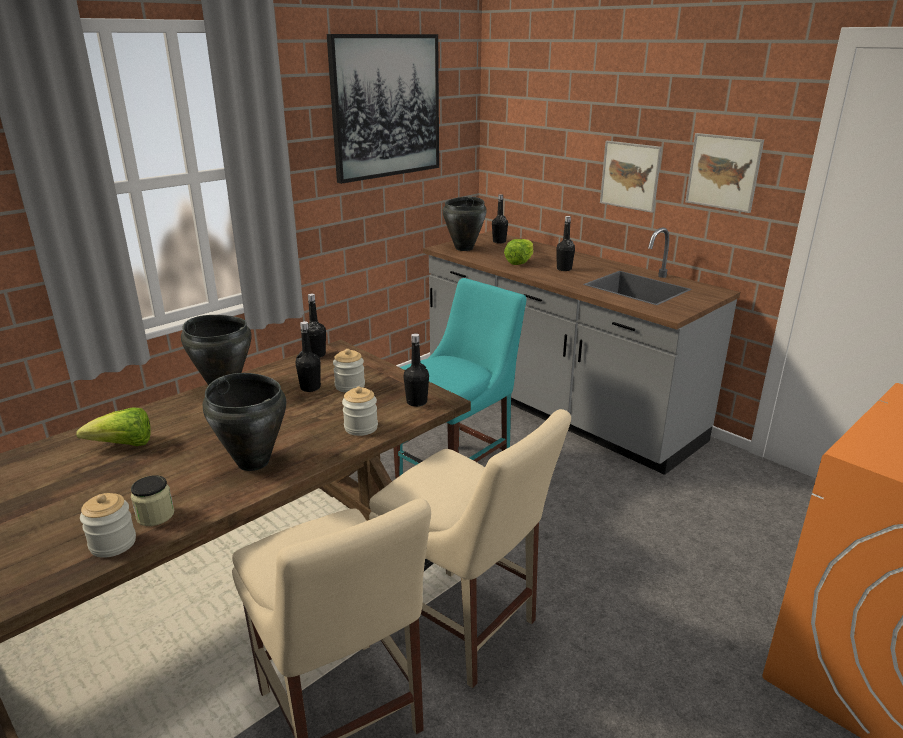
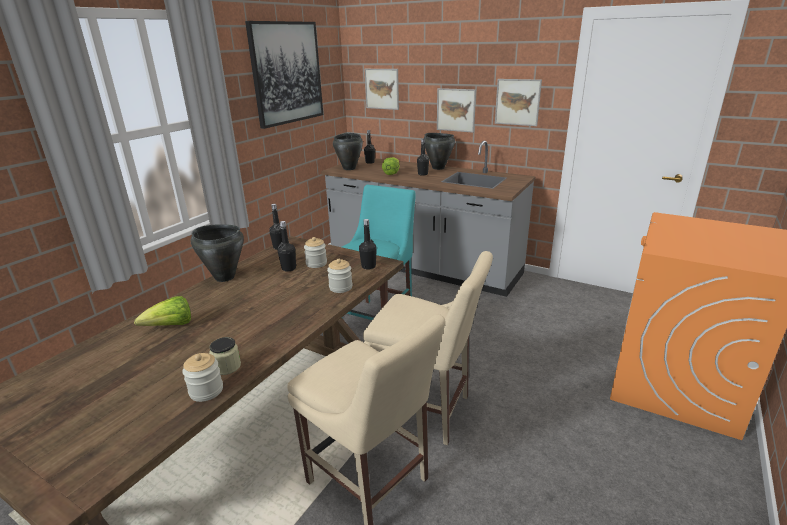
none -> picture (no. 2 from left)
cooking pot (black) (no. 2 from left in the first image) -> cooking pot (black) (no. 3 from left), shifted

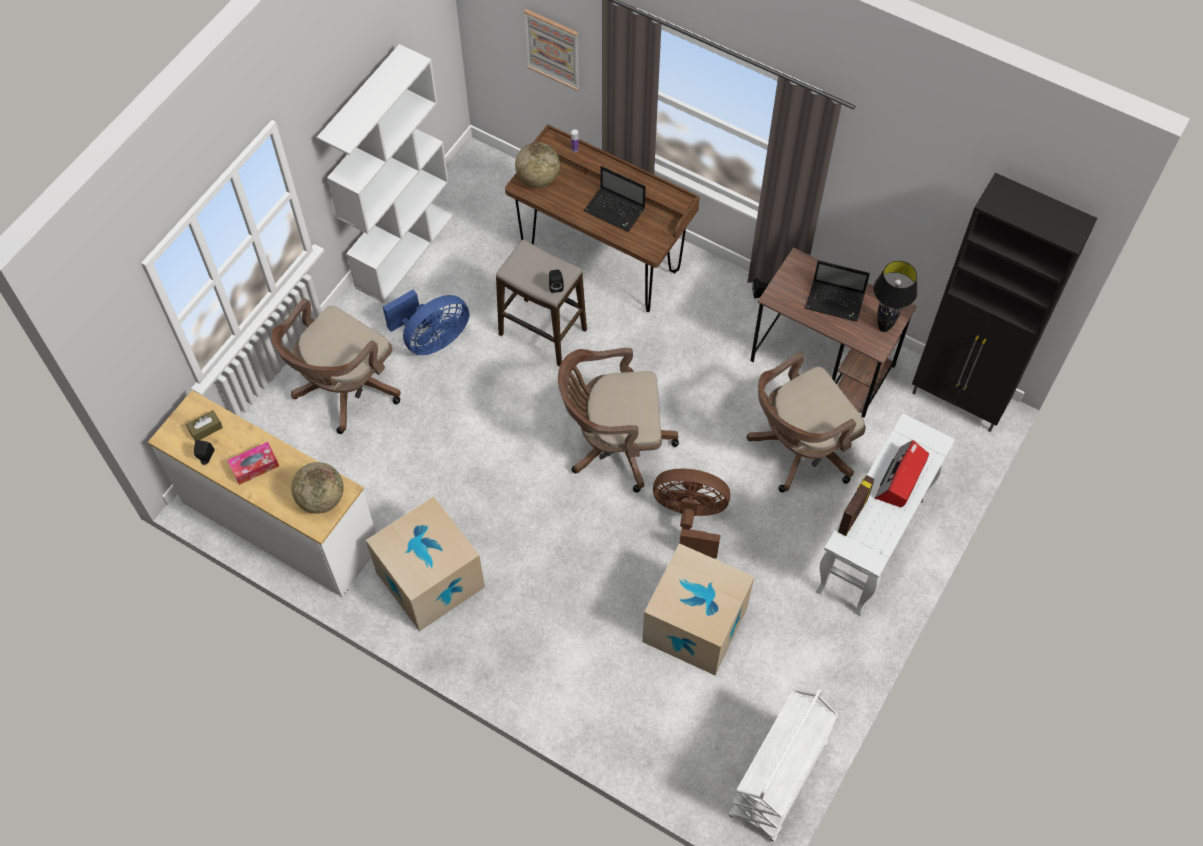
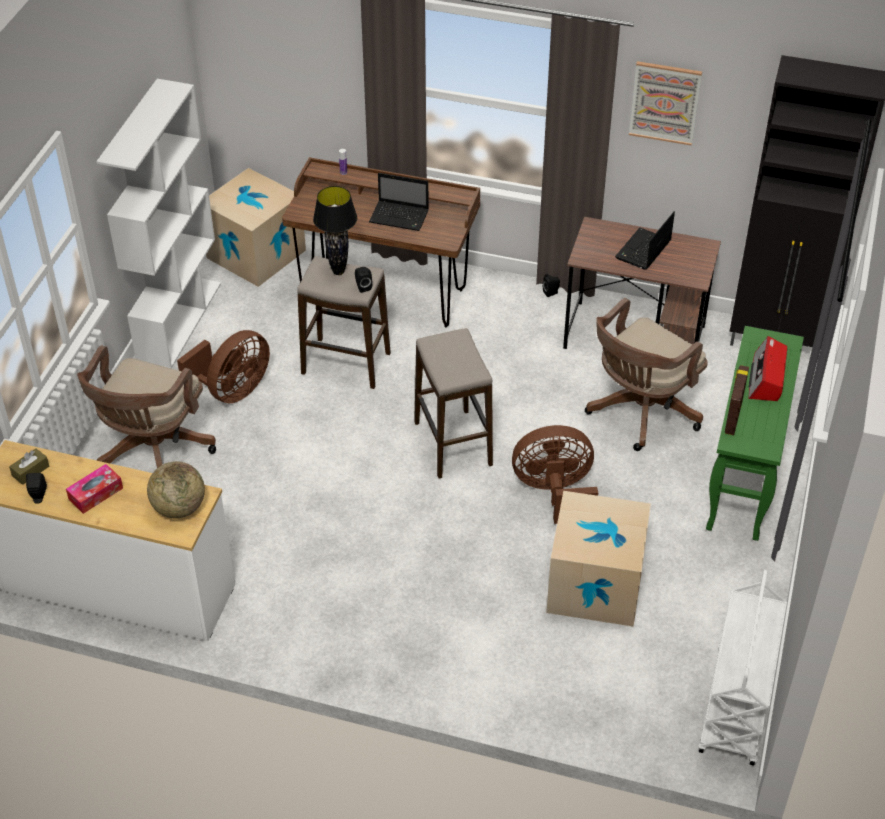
fan (blue) -> fan (brown) (no. 1 from left)
cardboard box (no. 1 from left), shifted
table lamp (black), shifted
office chair (brown) (no. 2 from left) -> stool (no. 2 from left)
laptop (no. 2 from left), 120 degrees clockwise
picture, shifted
console table (white) -> console table (green)
globe (no. 2 from left) -> none

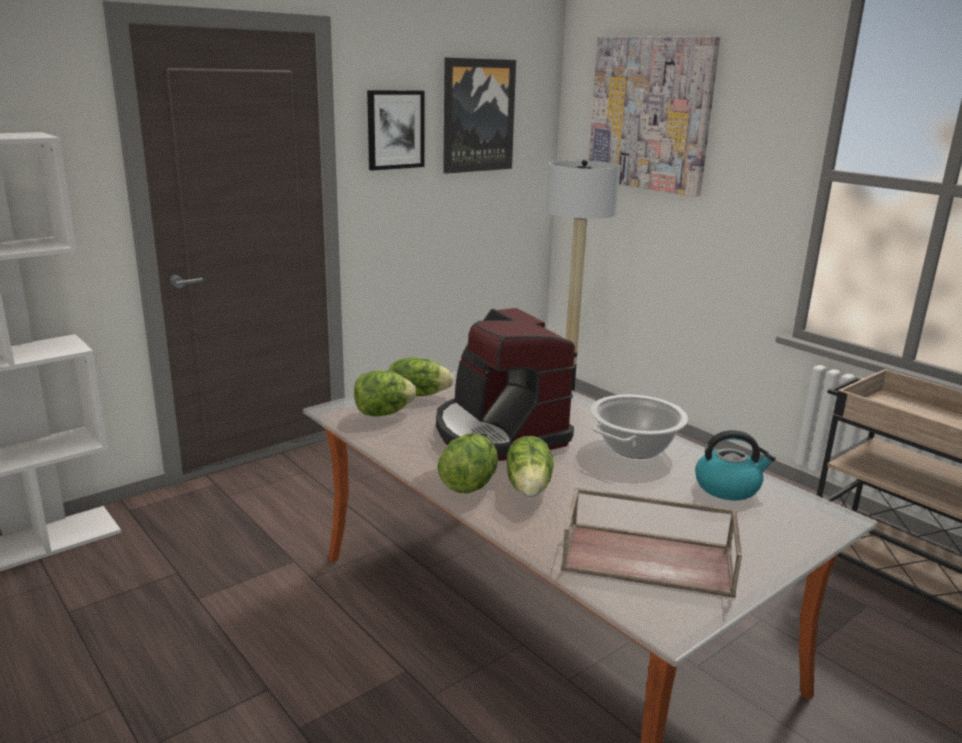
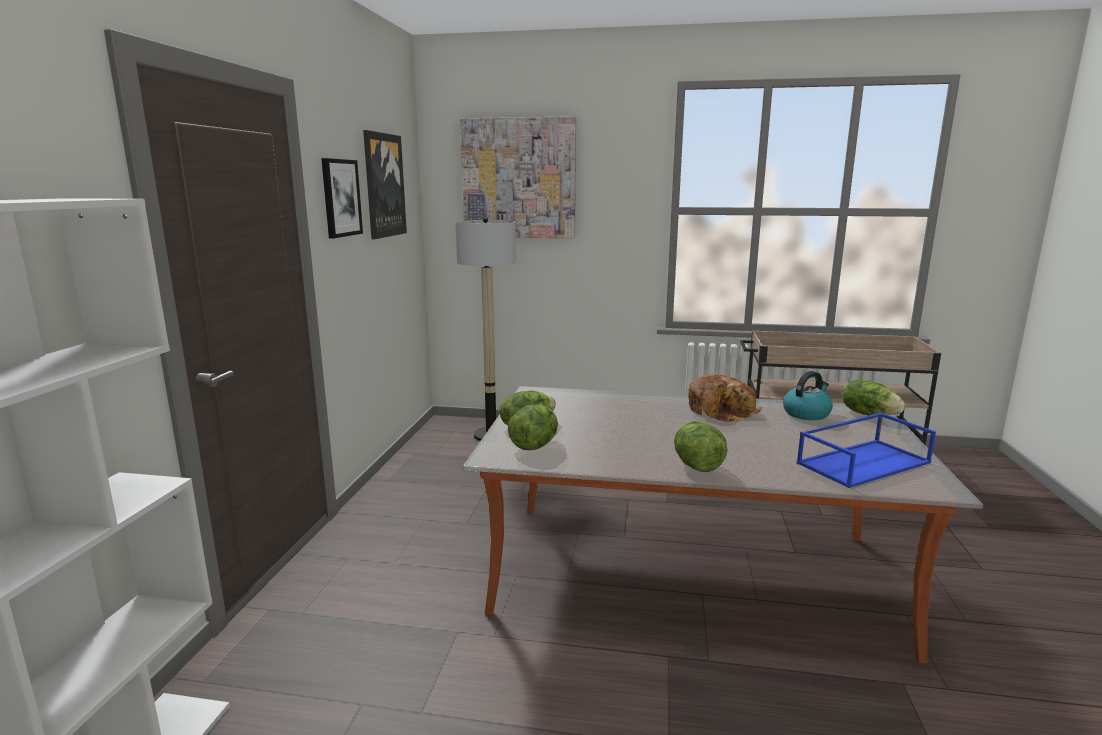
cooking pot -> bread
tray (brown) -> tray (blue)
lettuce (no. 4 from left), shifted
coffee machine -> none

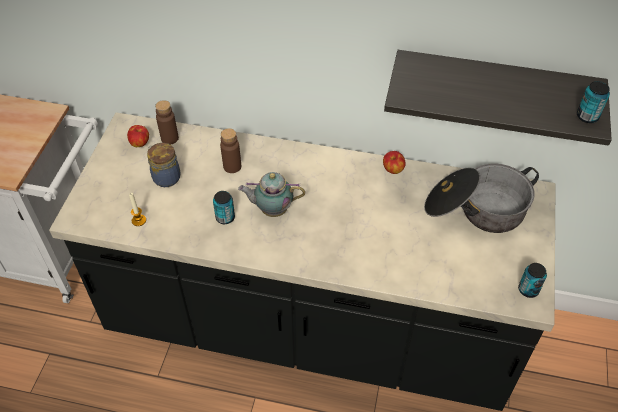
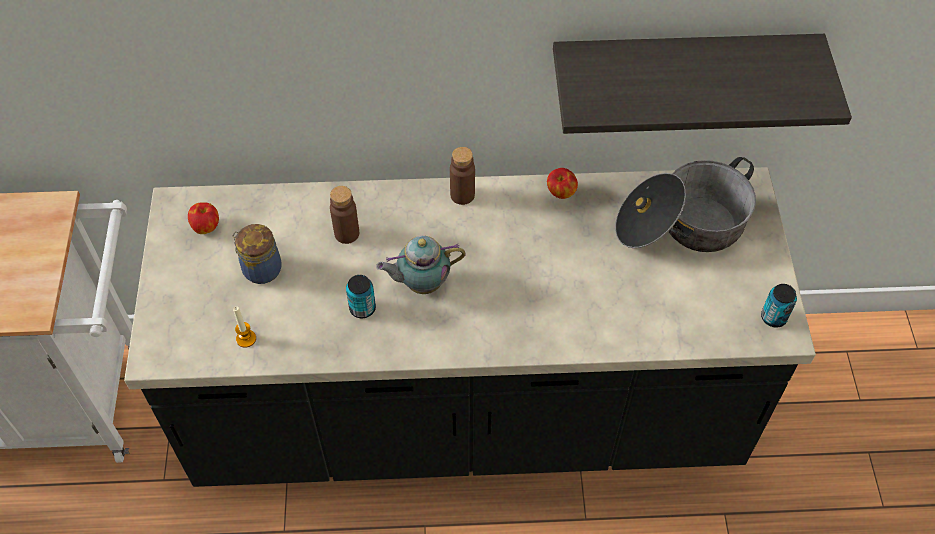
bottle (brown) (no. 1 from left in the first image) -> bottle (brown) (no. 2 from left), shifted
can (no. 3 from left) -> none

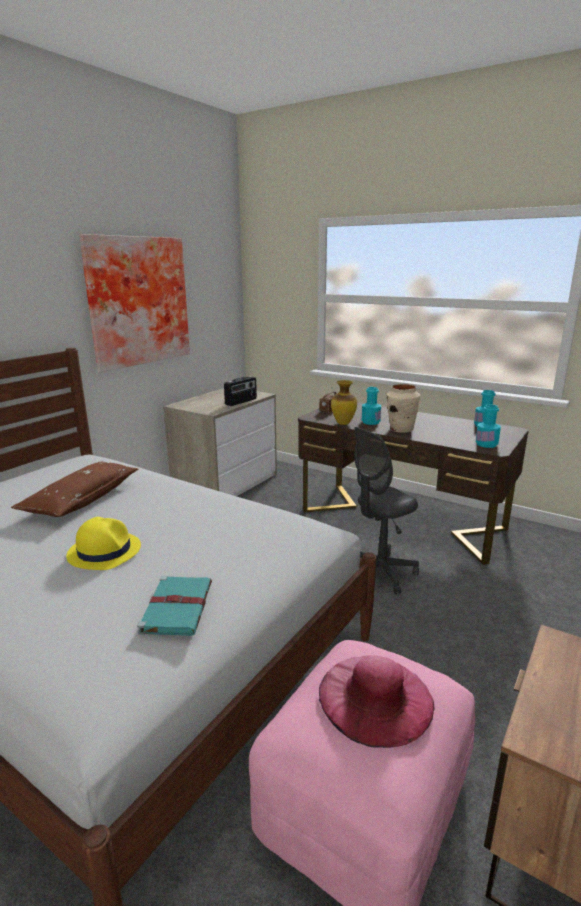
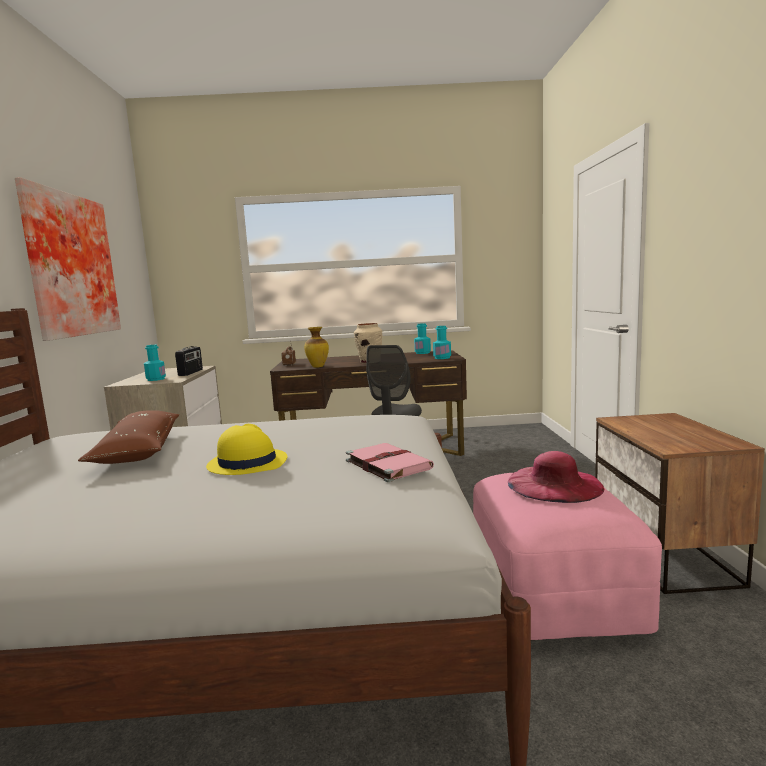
bottle (turquoise) (no. 1 from left), shifted
book (turquoise) -> book (pink)

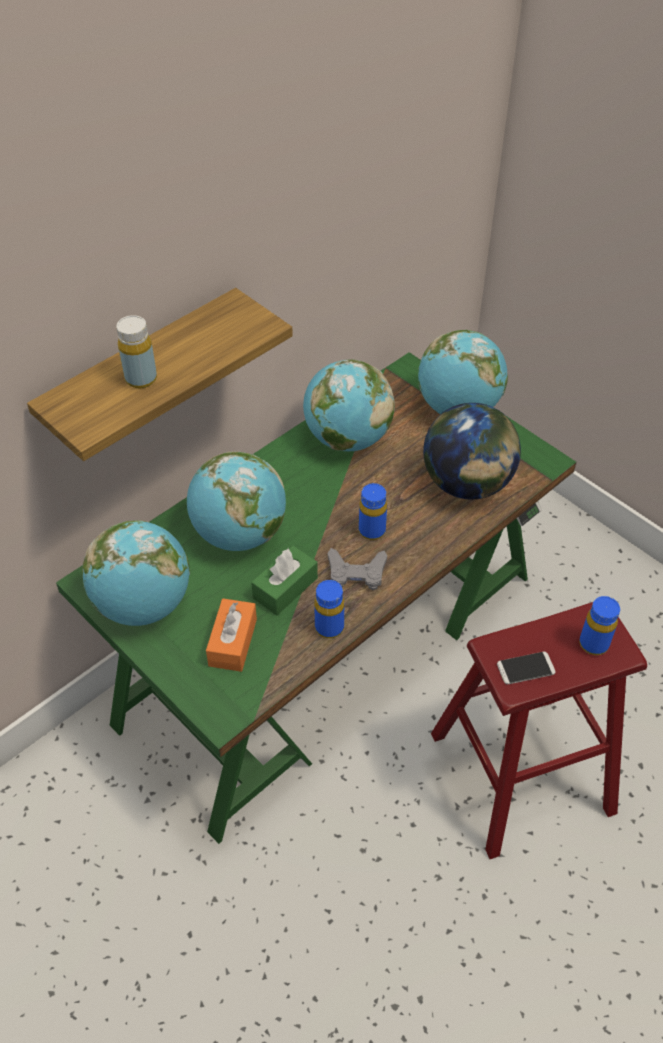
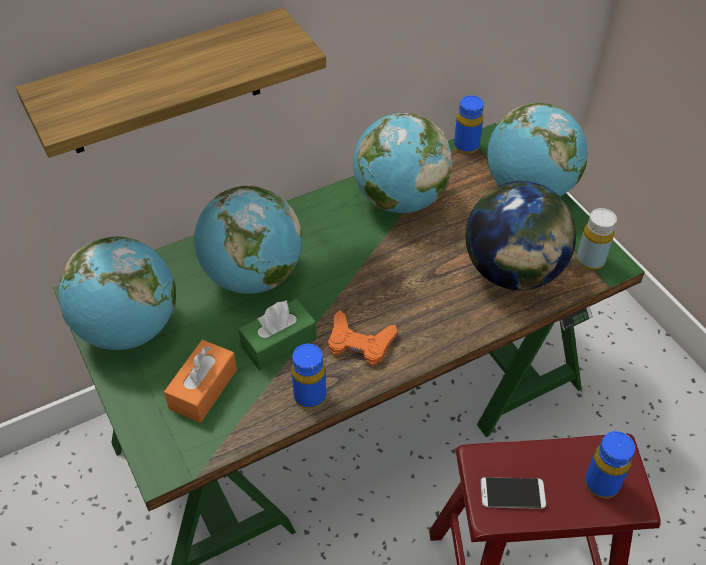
game controller (grey) -> game controller (orange)
bottle (blue) (no. 2 from left), shifted
bottle (yellow), shifted

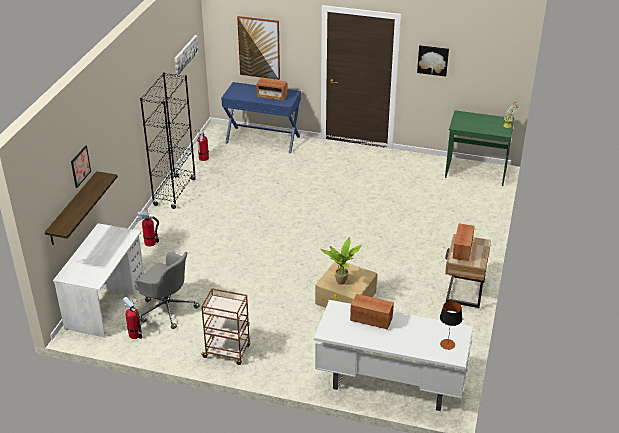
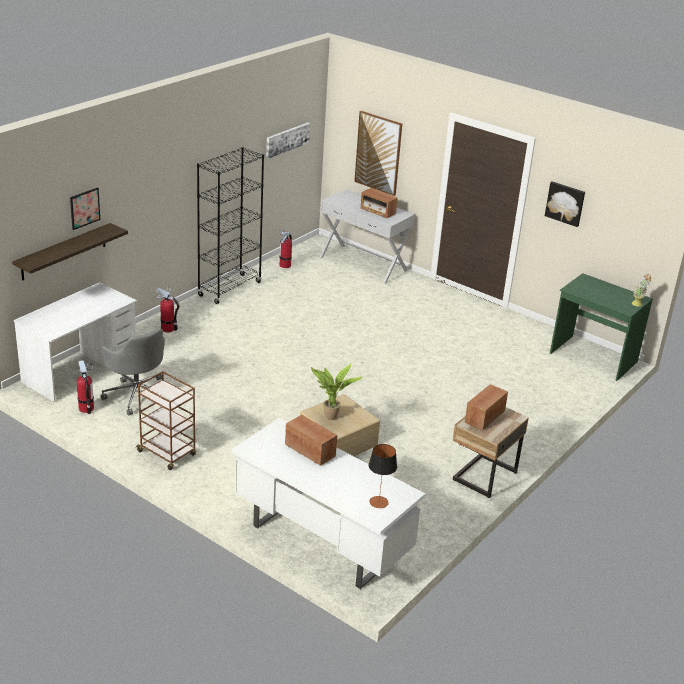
console table (blue) -> console table (white)

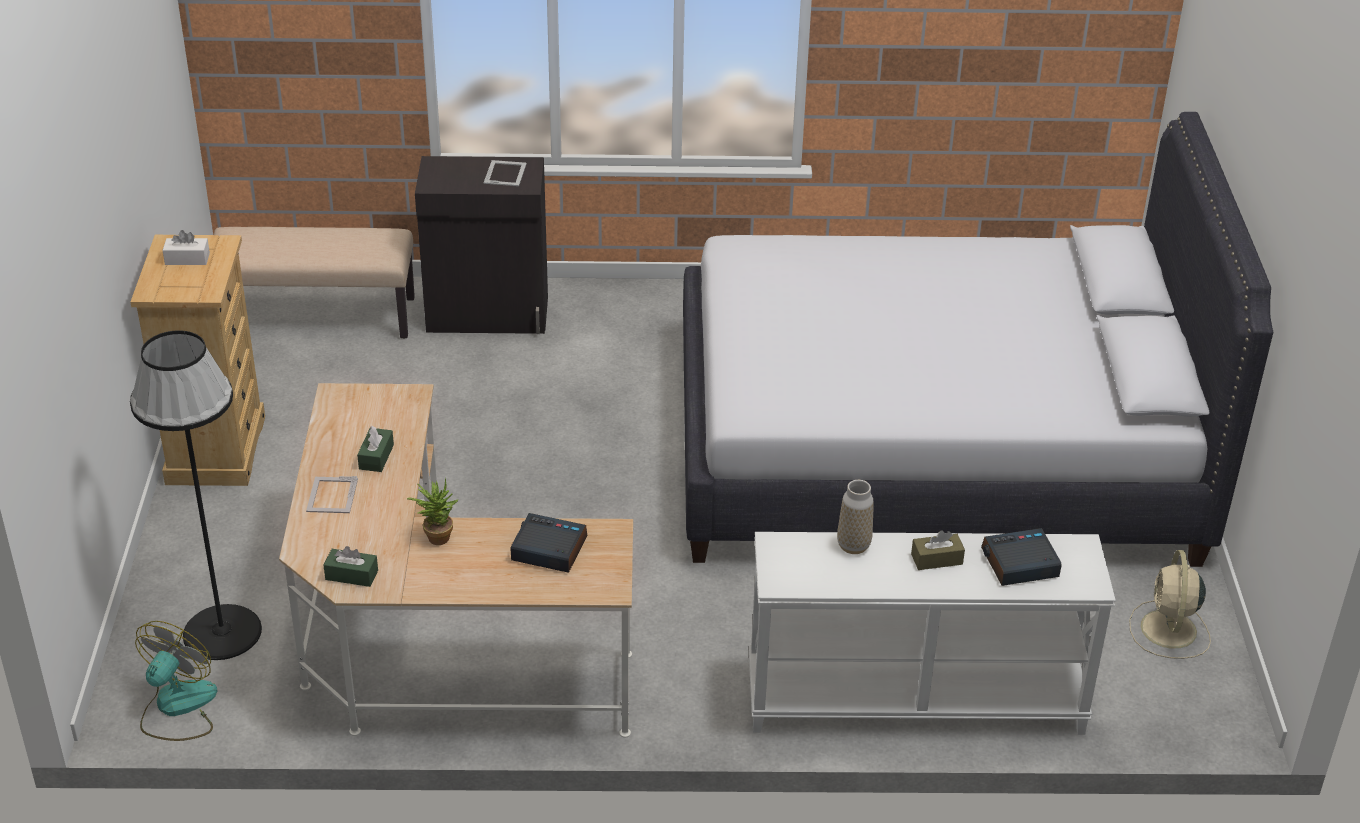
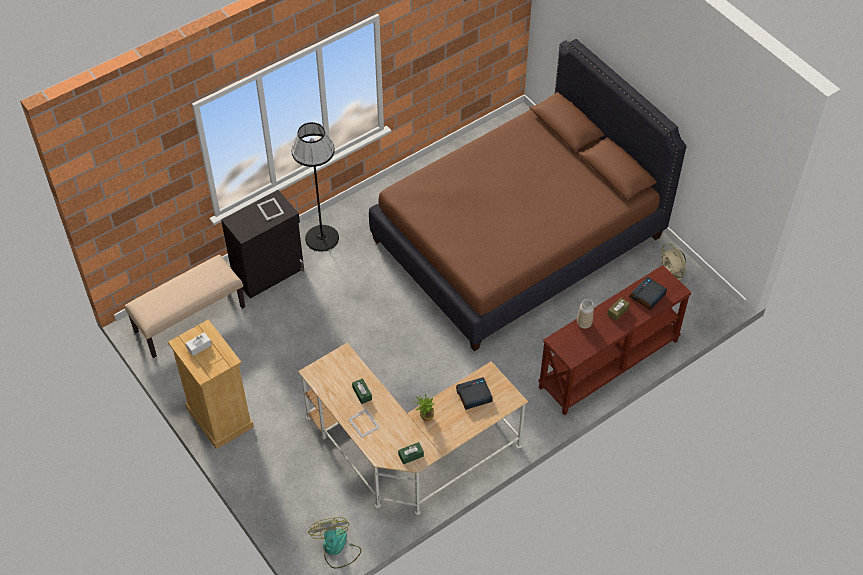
floor lamp (black), shifted
bed (white) -> bed (brown)
console table (white) -> console table (brown)

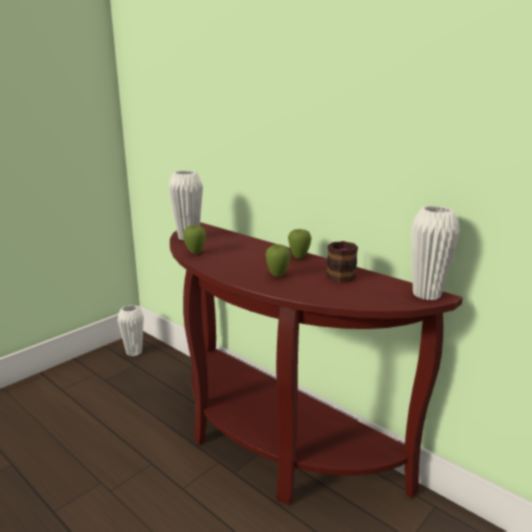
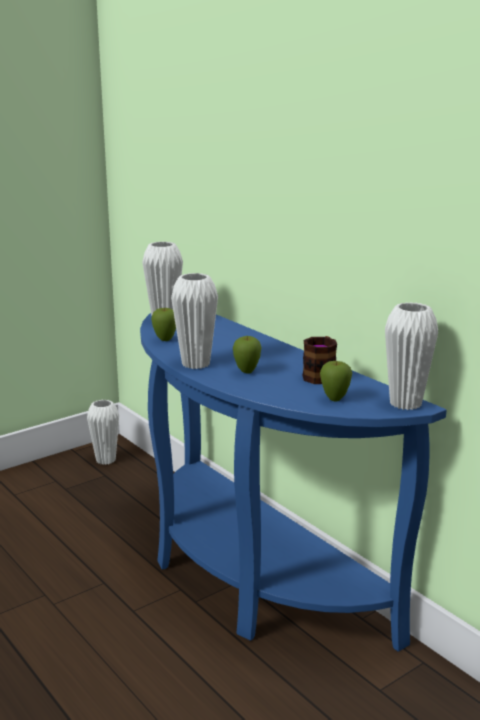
console table (brown) -> console table (blue)
none -> vase (white) (no. 3 from left)
apple (no. 3 from left), shifted

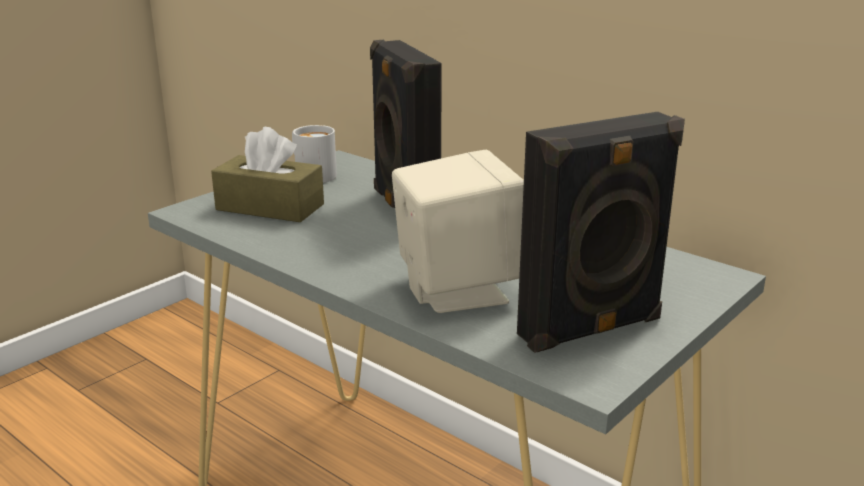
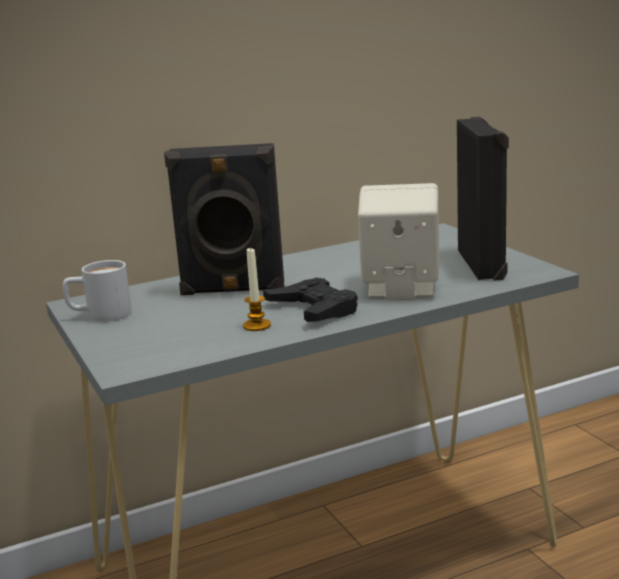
none -> candle
none -> game controller (black)
tissue box (brown) -> none

